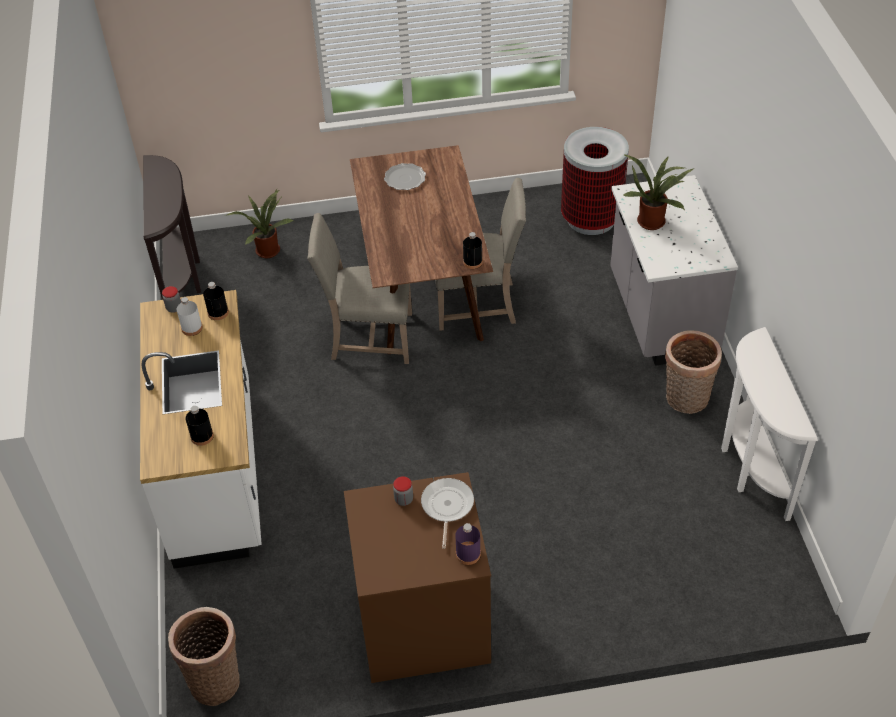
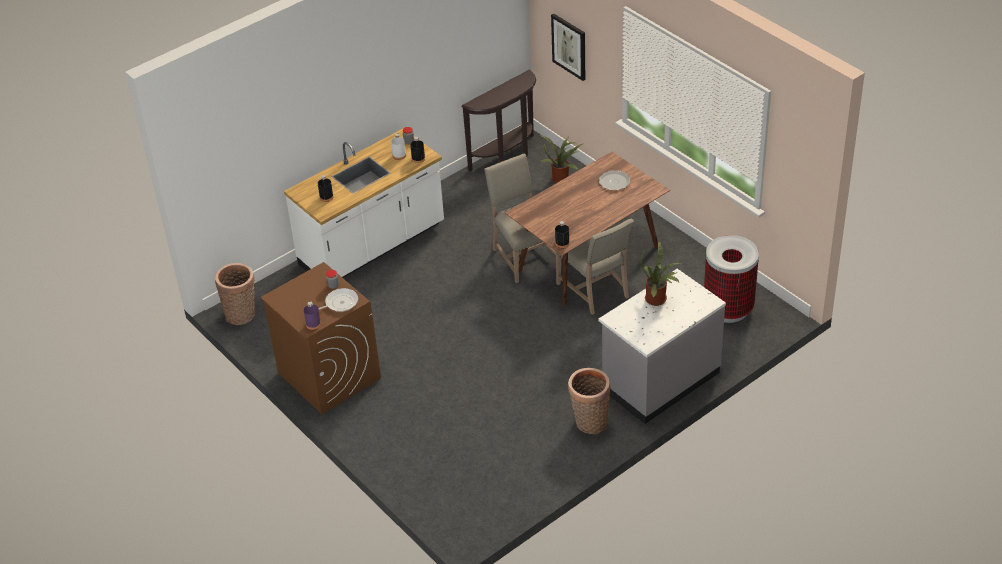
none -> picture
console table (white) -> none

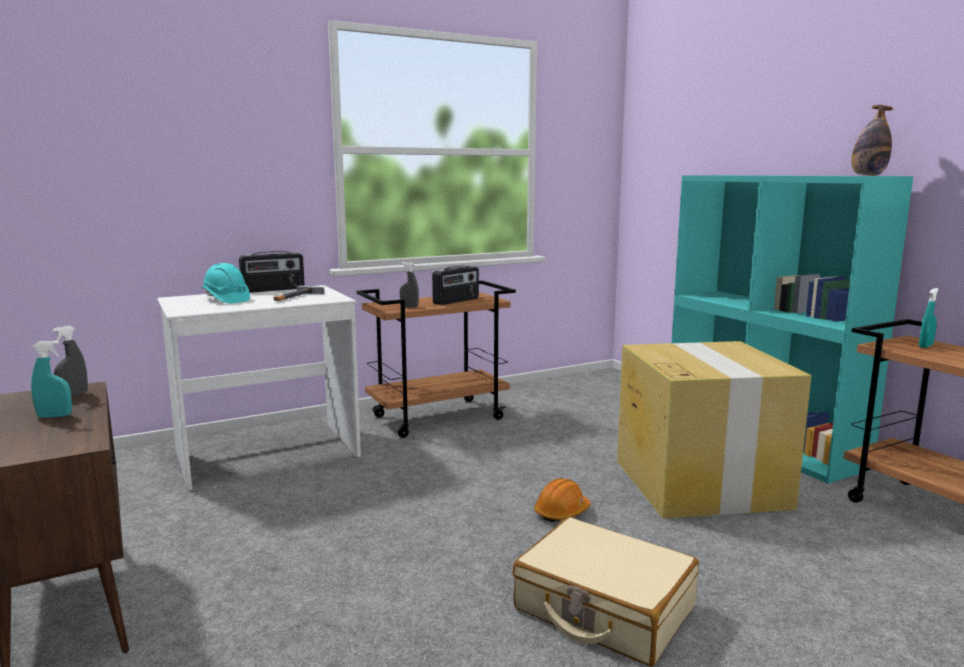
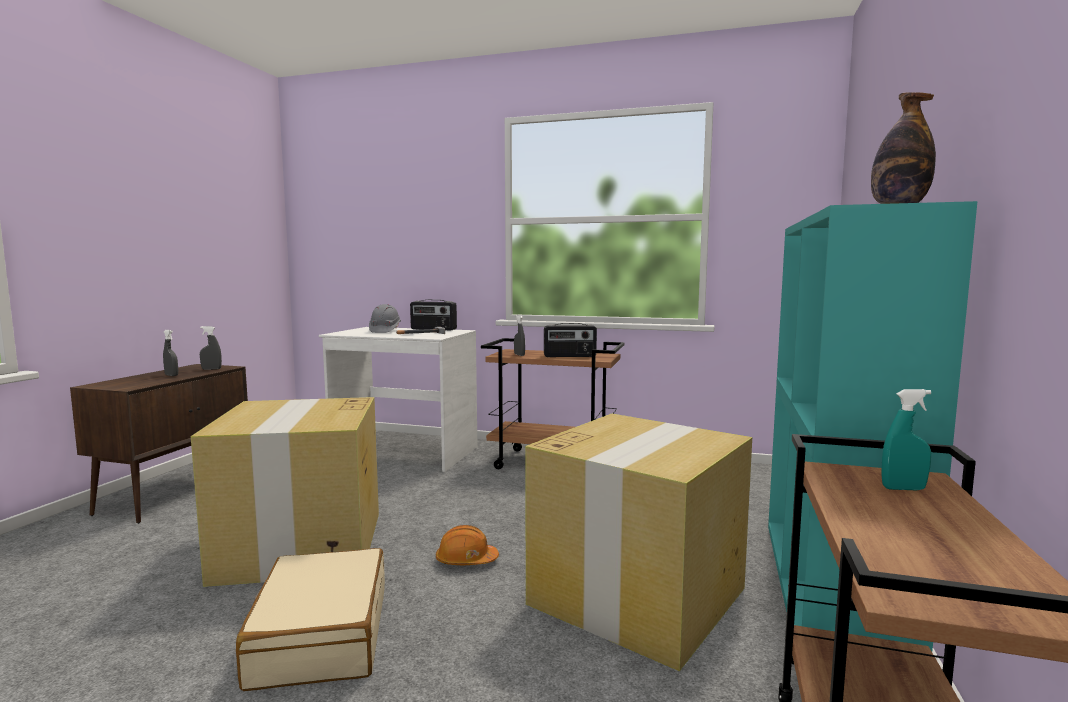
spray bottle (turquoise) (no. 1 from left) -> spray bottle (grey) (no. 1 from left)
none -> cardboard box (no. 1 from left)
hard hat (turquoise) -> hard hat (grey)

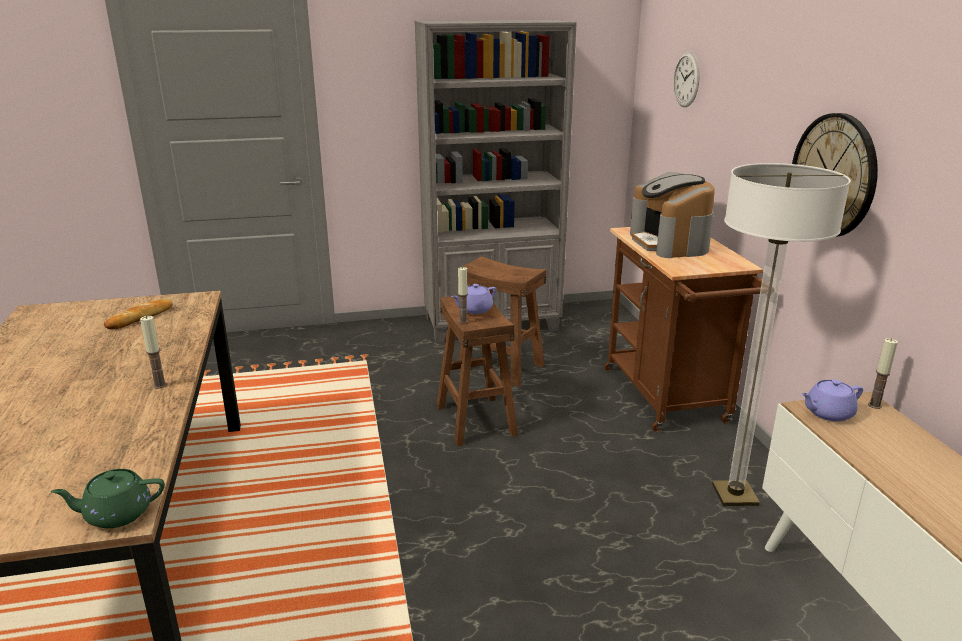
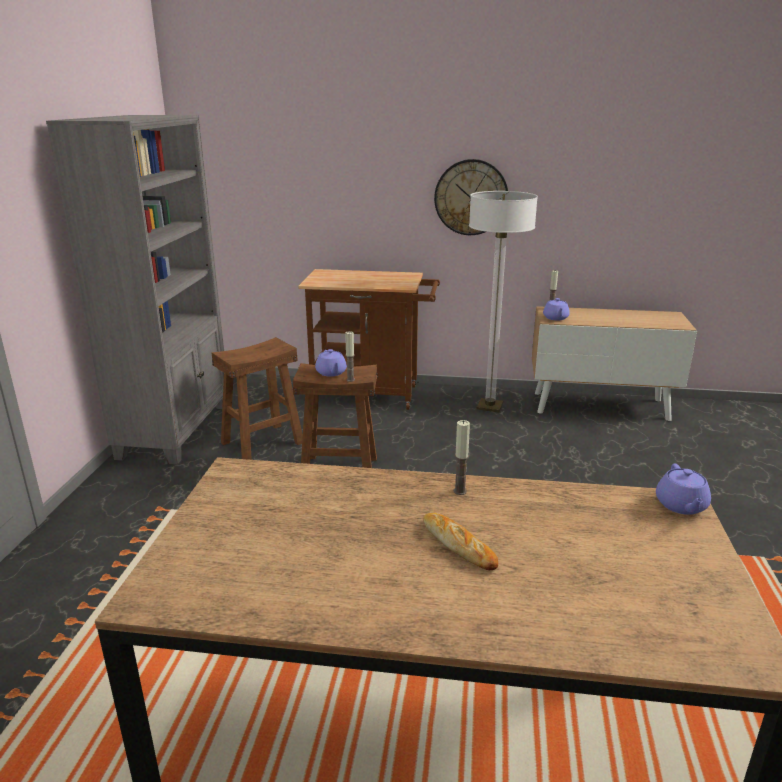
bread, shifted
teapot (green) -> teapot (purple) (no. 3 from left)
coffee machine -> none
wall clock (no. 1 from left) -> none

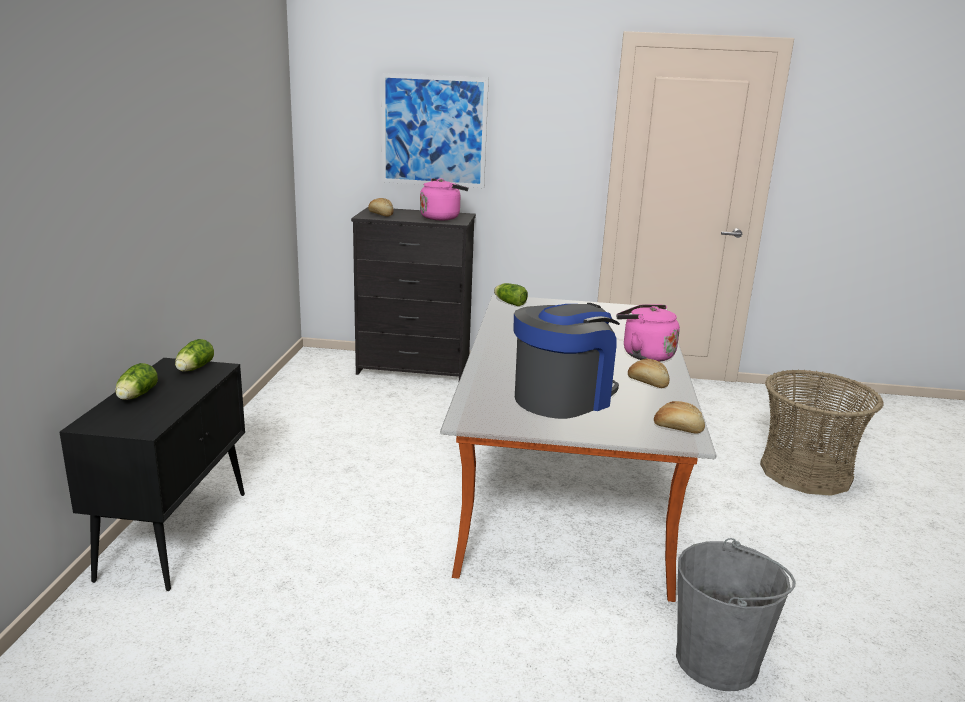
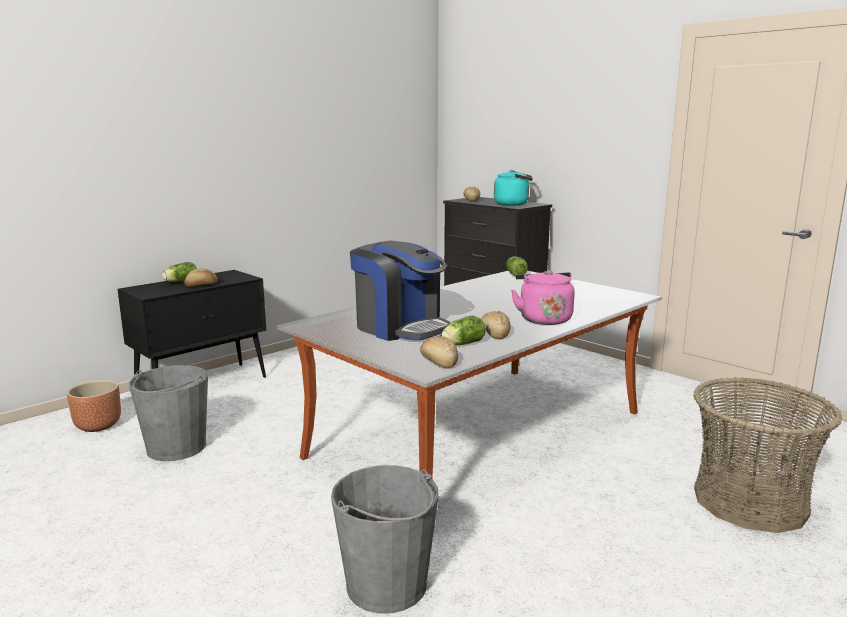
none -> planter (brown)
none -> bucket (grey) (no. 1 from left)
none -> bread (no. 1 from left)
coffee machine, 45 degrees clockwise
lettuce (no. 2 from left), shifted
kettle (pink) (no. 1 from left) -> kettle (turquoise)
picture -> none

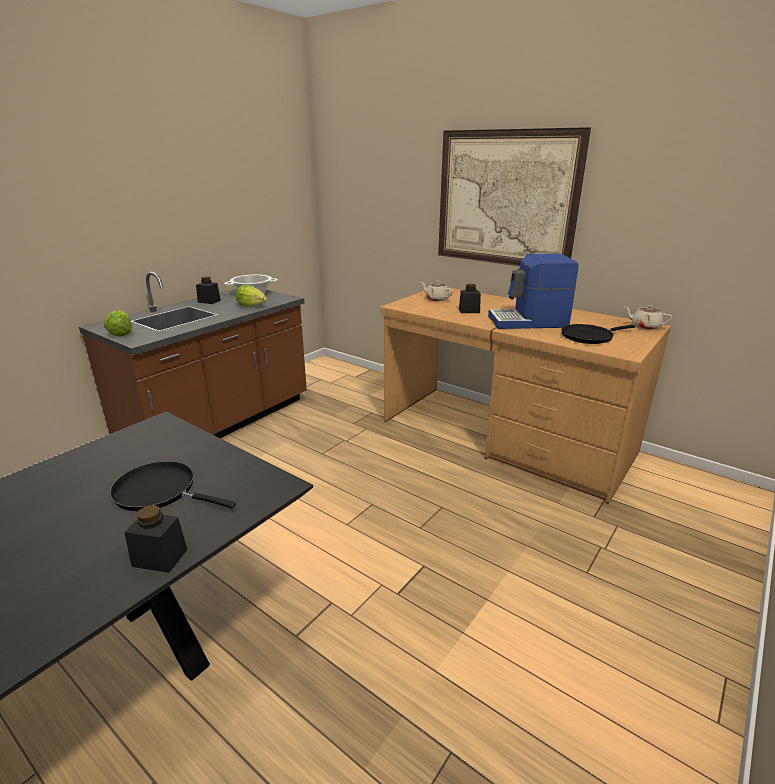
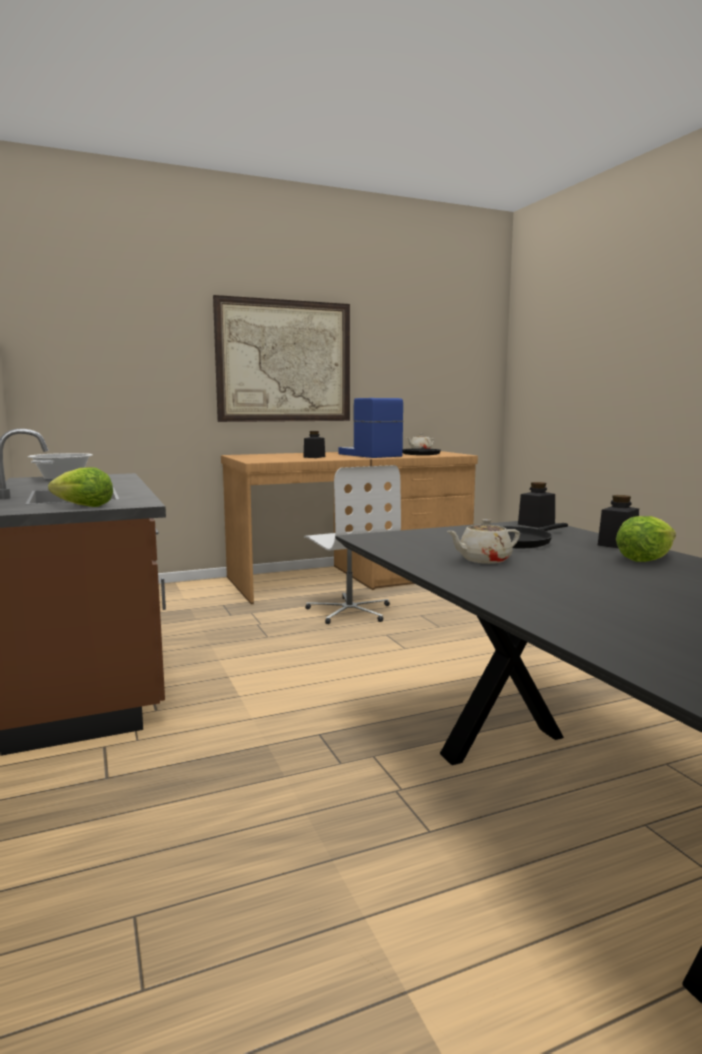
none -> office chair (white)
coffee machine, 120 degrees clockwise
teapot (beige) (no. 1 from left in the first image) -> teapot (beige) (no. 2 from left), shifted
jar (black) (no. 2 from left), shifted
lettuce (no. 2 from left), shifted

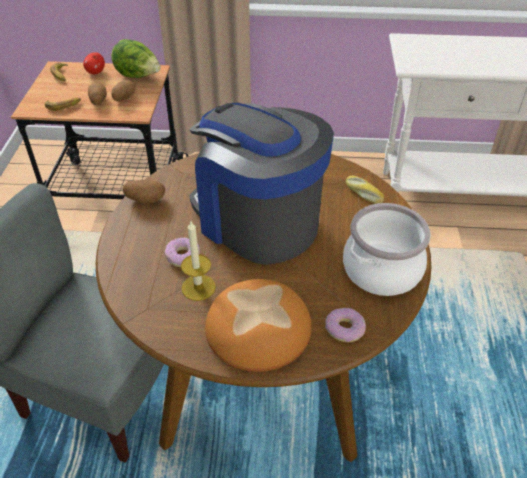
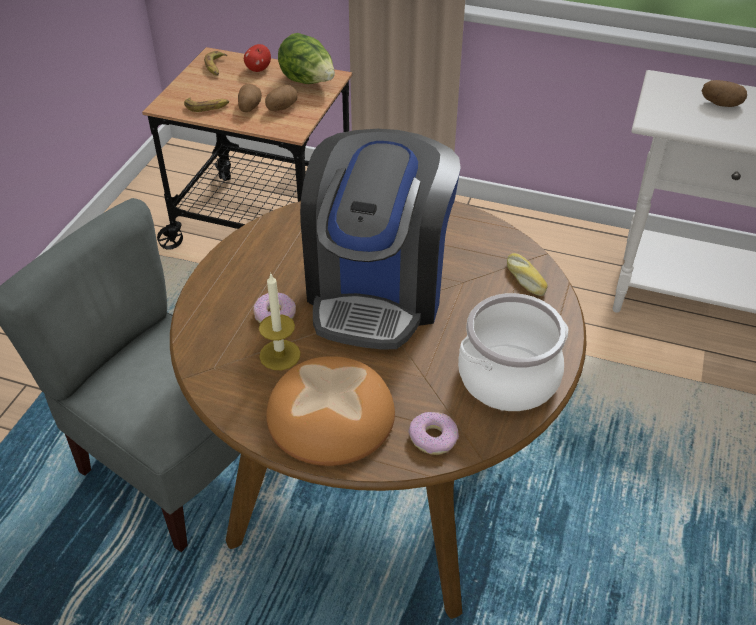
coffee machine, 135 degrees counterclockwise
potato (no. 3 from left), shifted

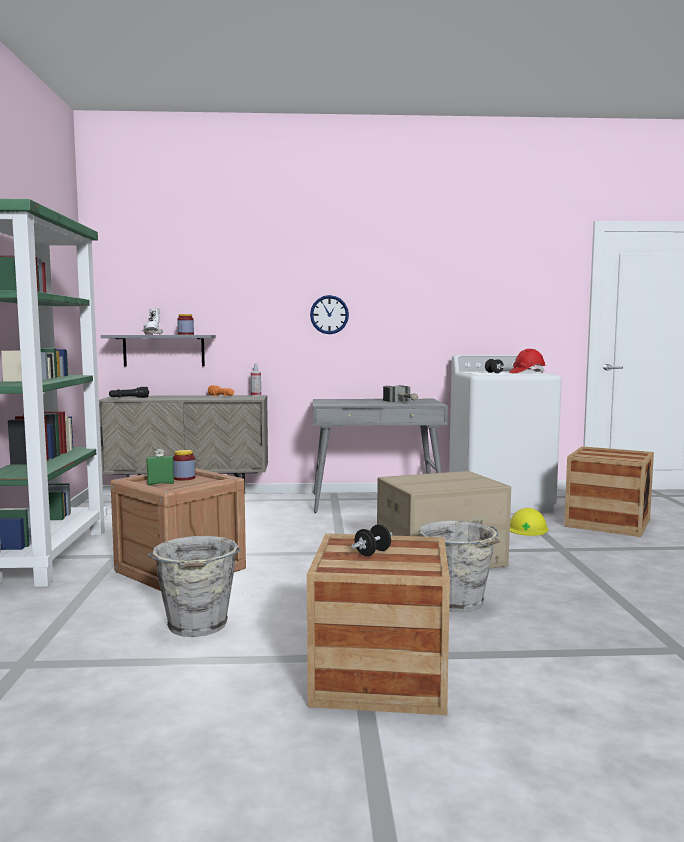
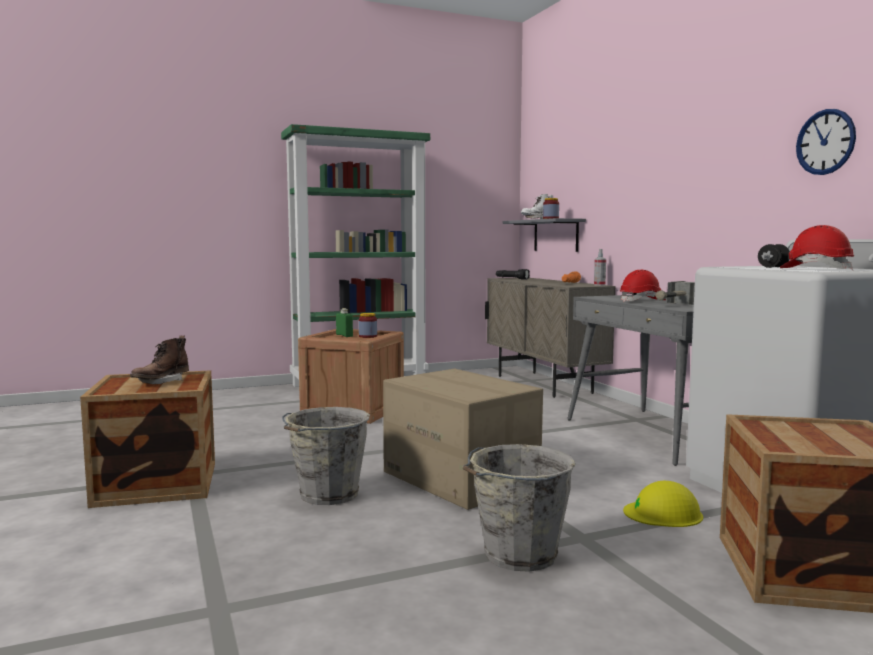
dumbbell (black) (no. 1 from left) -> boot (brown)
bucket (grey) (no. 1 from left in the first image) -> bucket (grey) (no. 2 from left), shifted
none -> hard hat (red) (no. 1 from left)
wall clock, shifted

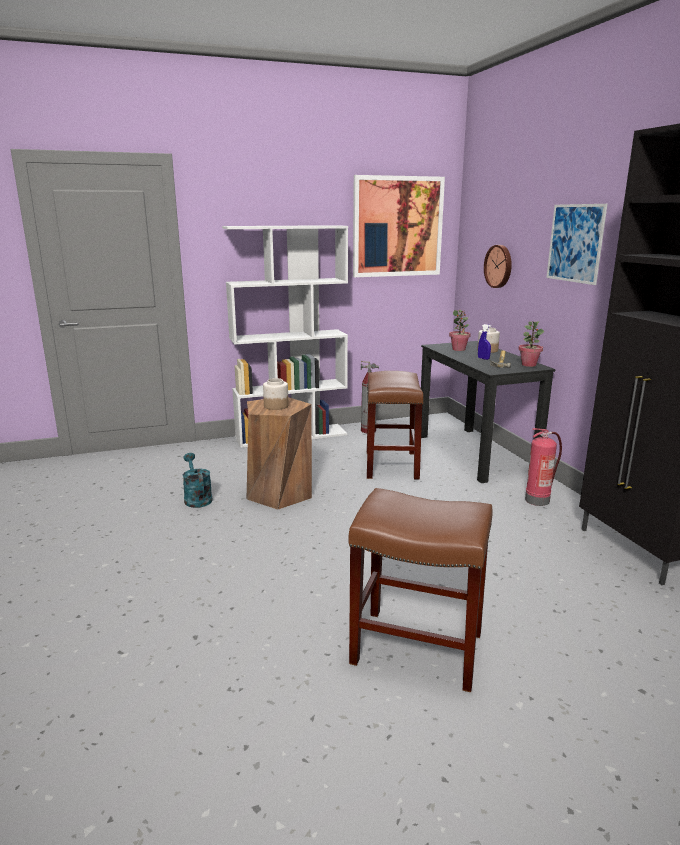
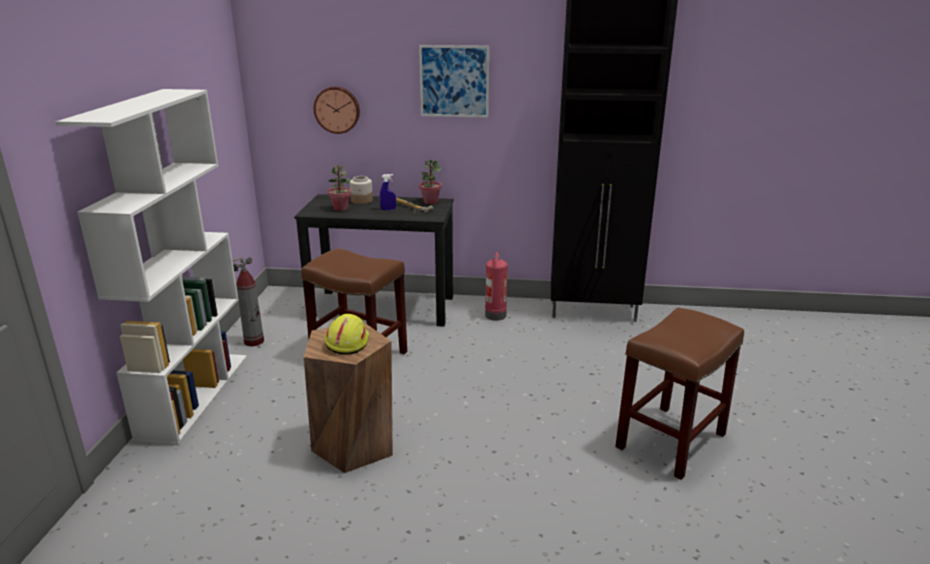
jar (no. 1 from left) -> hard hat (yellow)
watering can (turquoise) -> none
picture (no. 1 from left) -> none

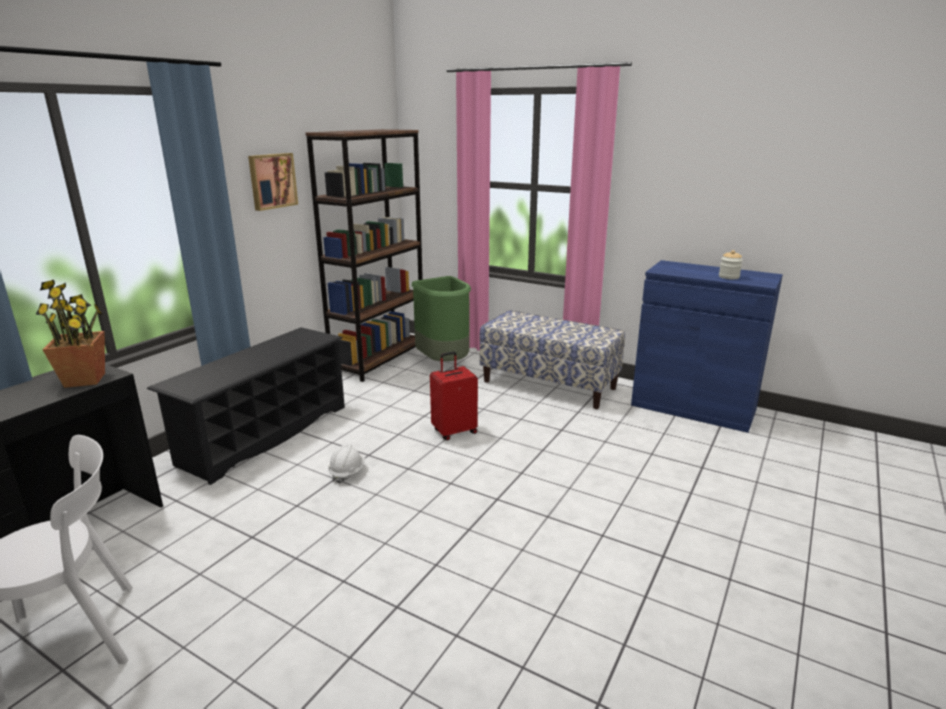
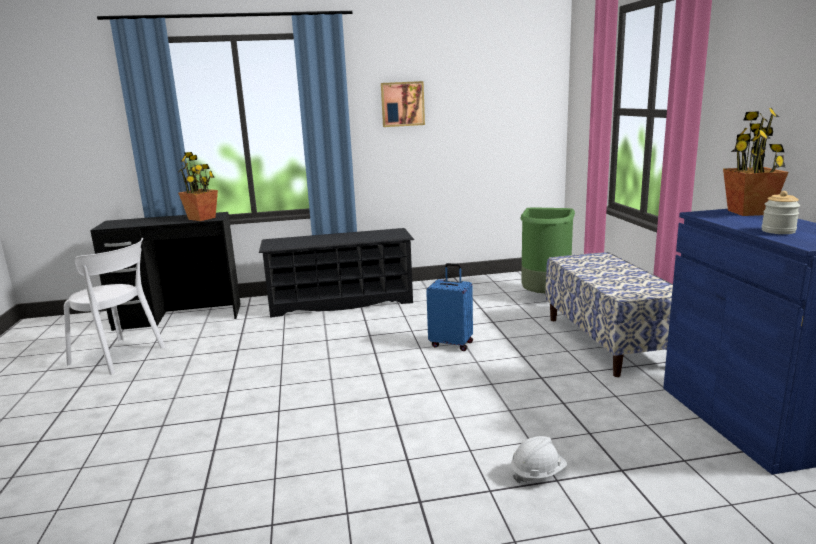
suitcase (red) -> suitcase (blue)
hard hat (white), shifted
none -> potted plant (no. 2 from left)
bookcase (brown) -> none

